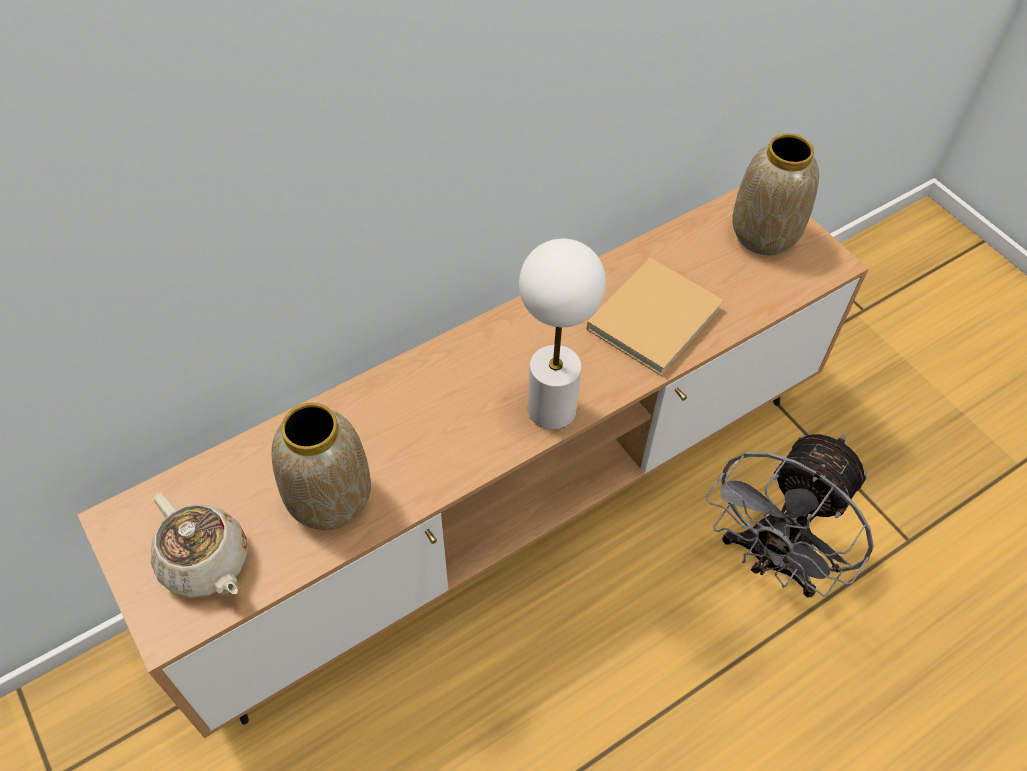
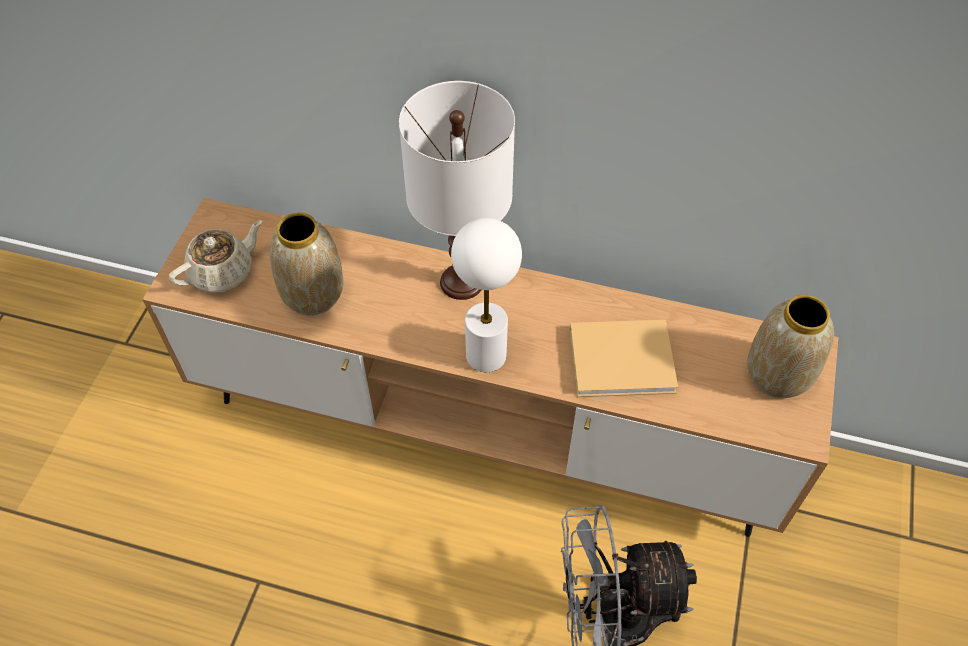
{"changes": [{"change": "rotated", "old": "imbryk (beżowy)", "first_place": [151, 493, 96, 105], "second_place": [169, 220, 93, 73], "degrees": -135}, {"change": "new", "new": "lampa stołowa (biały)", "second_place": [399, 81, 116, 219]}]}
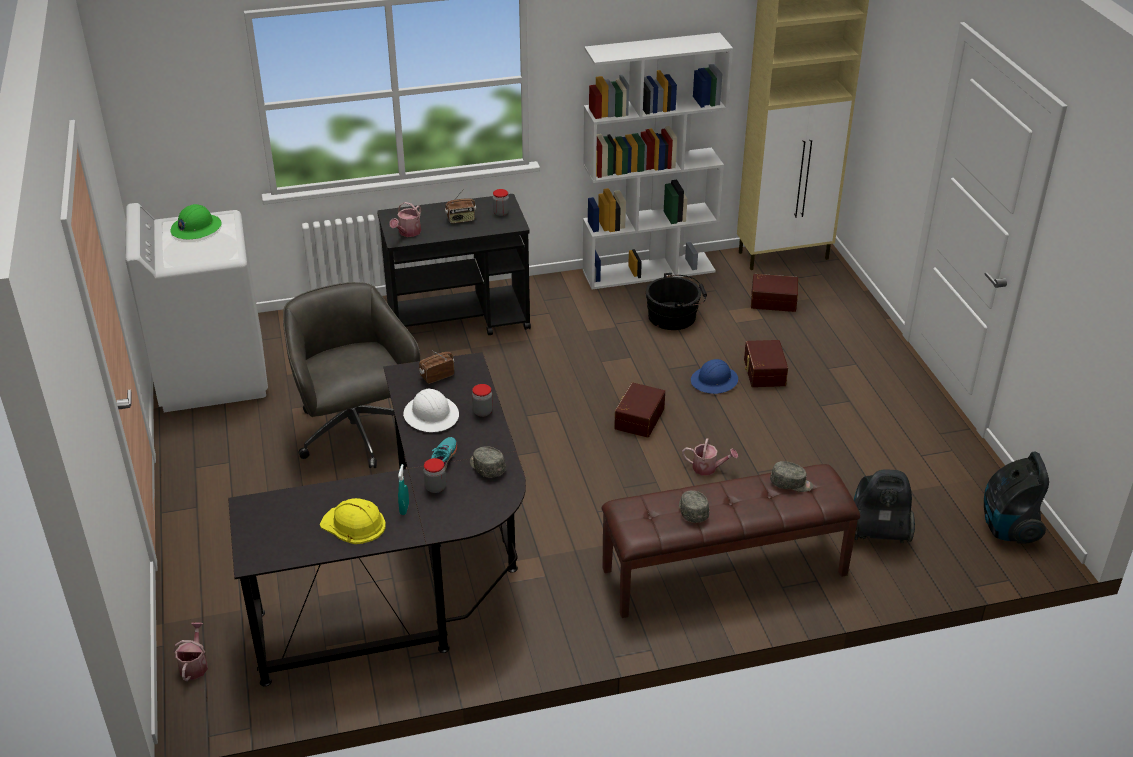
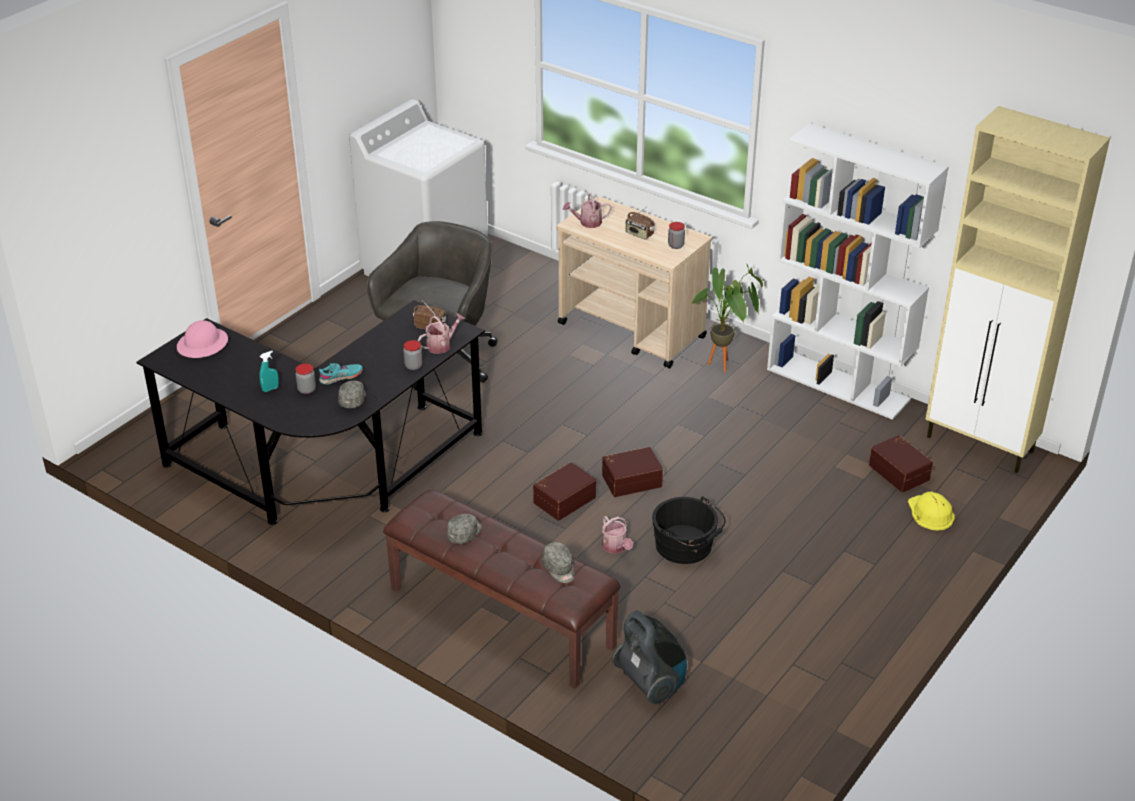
{"changes": [{"change": "gone", "old": "kask (zielony)", "first_place": [171, 204, 51, 36]}, {"change": "shifted", "old": "konewka", "first_place": [174, 623, 34, 58], "second_place": [418, 313, 47, 41]}, {"change": "shifted", "old": "kask (żółty)", "first_place": [320, 498, 66, 46], "second_place": [908, 492, 47, 39]}, {"change": "repainted", "old": "wózek (czarny)", "new": "wózek (beżowy)", "first_place": [377, 194, 154, 141], "second_place": [557, 196, 155, 173]}, {"change": "gone", "old": "kask (biały)", "first_place": [403, 389, 56, 43]}, {"change": "shifted", "old": "wiadro (czarny)", "first_place": [646, 273, 61, 57], "second_place": [652, 496, 73, 68]}, {"change": "gone", "old": "kask (niebieski)", "first_place": [691, 359, 47, 35]}, {"change": "shifted", "old": "pojemnik do przechowywania (brązowy)", "first_place": [744, 340, 44, 47], "second_place": [533, 462, 63, 59]}, {"change": "gone", "old": "odkurzacz", "first_place": [984, 452, 65, 92]}, {"change": "new", "new": "kask (różowy)", "second_place": [177, 320, 51, 38]}, {"change": "new", "new": "roślina doniczkowa", "second_place": [690, 263, 73, 109]}]}
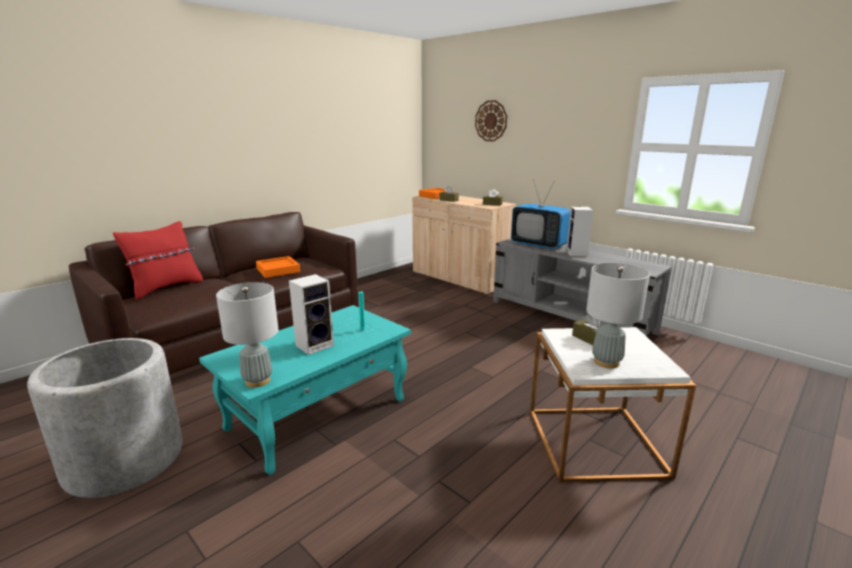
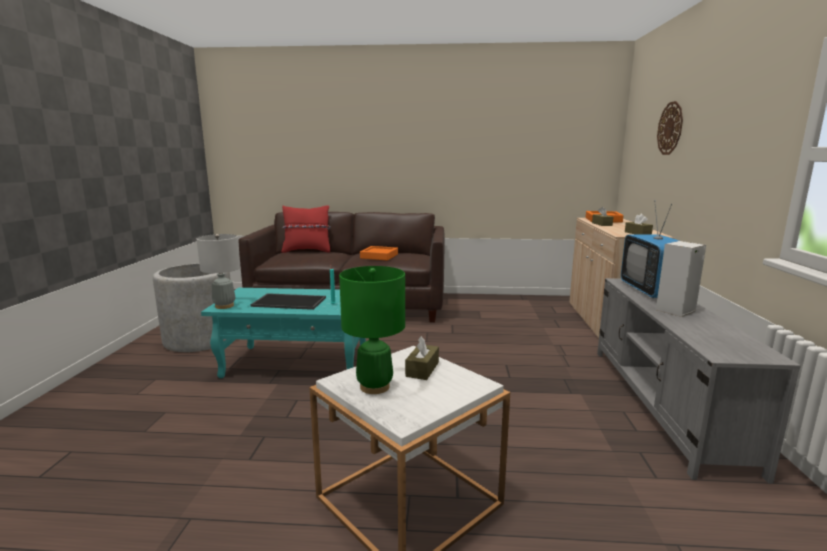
{"changes": [{"change": "swapped", "old": "głośnik", "new": "taca", "first_place": [289, 274, 45, 81], "second_place": [250, 293, 76, 17]}, {"change": "repainted", "old": "lampa stołowa (szary)", "new": "lampa stołowa (zielony)", "first_place": [586, 263, 64, 106], "second_place": [339, 266, 66, 128]}]}
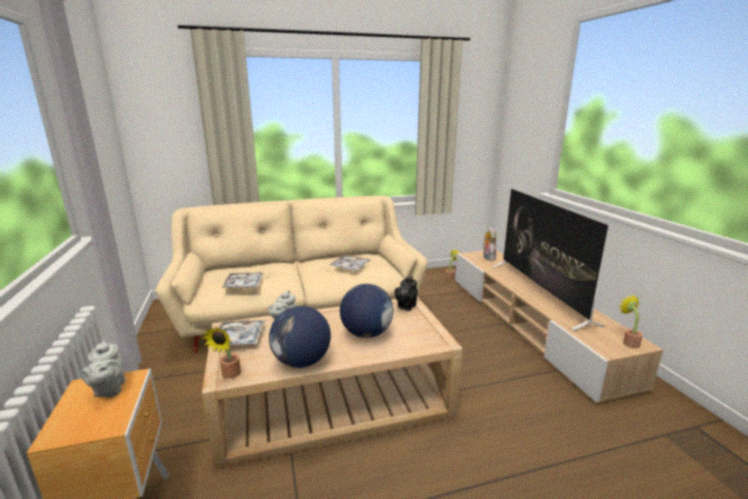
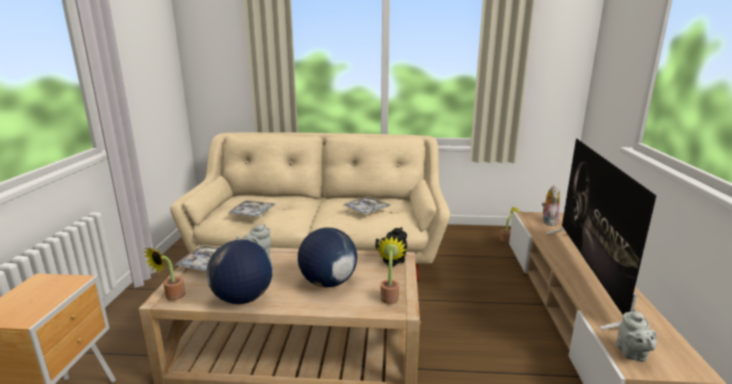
{"changes": [{"change": "shifted", "old": "imbryk (szary)", "first_place": [81, 340, 44, 57], "second_place": [616, 309, 41, 53]}, {"change": "shifted", "old": "roślina doniczkowa", "first_place": [618, 294, 25, 54], "second_place": [376, 236, 30, 68]}]}
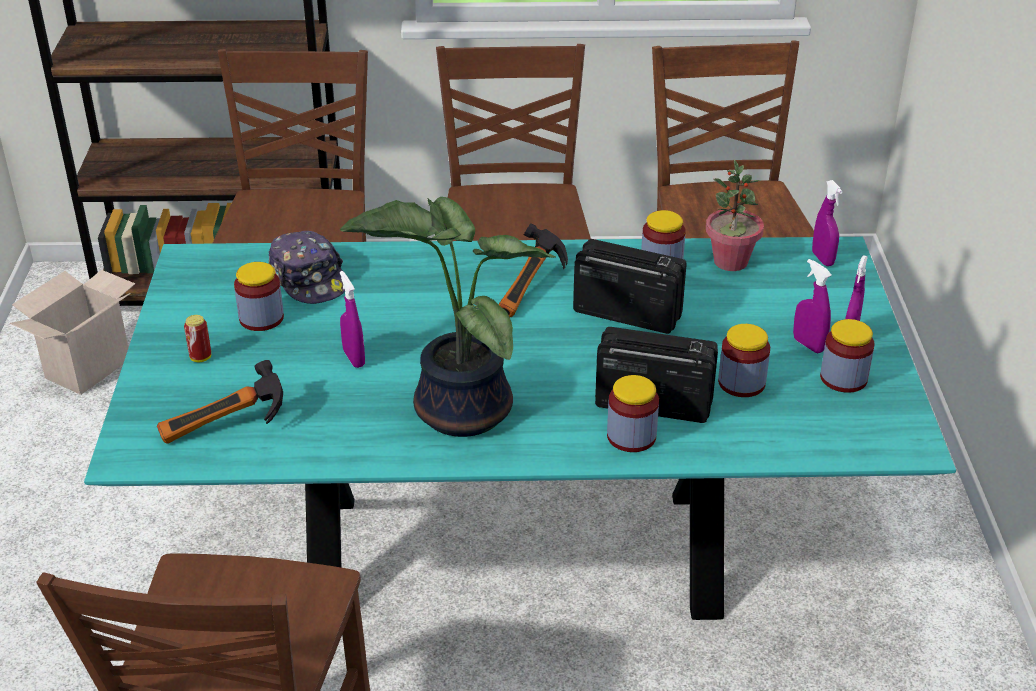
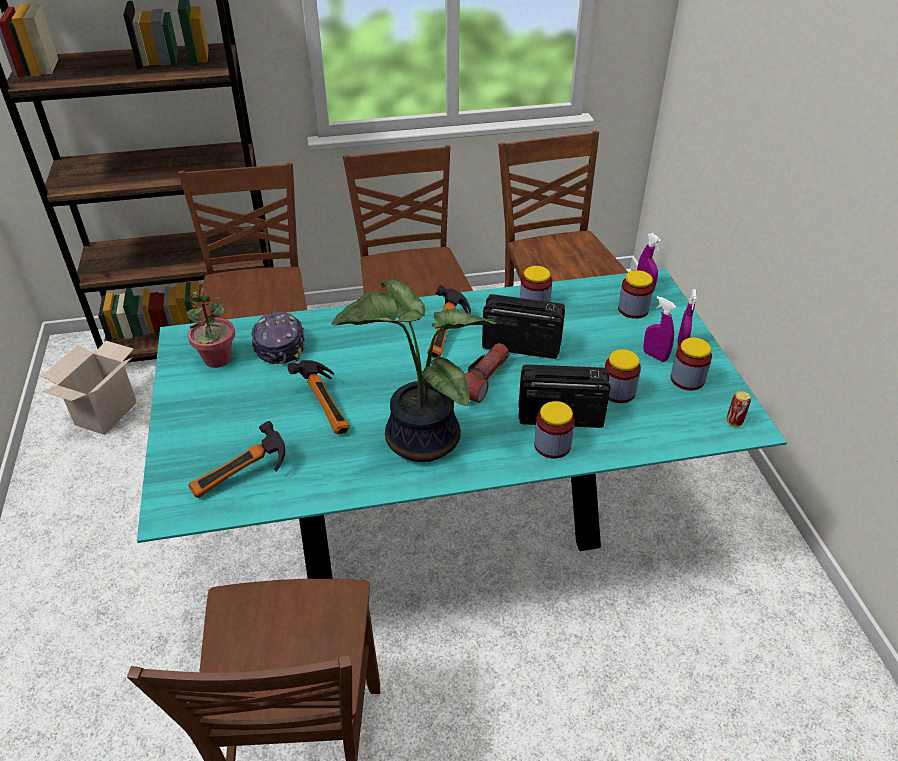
{"changes": [{"change": "shifted", "old": "puszka", "first_place": [184, 315, 27, 47], "second_place": [726, 391, 25, 36]}, {"change": "shifted", "old": "słoik", "first_place": [234, 262, 50, 69], "second_place": [618, 270, 36, 49]}, {"change": "rotated", "old": "czapka z daszkiem", "first_place": [269, 231, 76, 73], "second_place": [251, 311, 54, 53], "degrees": -150}, {"change": "swapped", "old": "spryskiwacz (fioletowy)", "new": "młotek", "first_place": [340, 271, 25, 97], "second_place": [288, 360, 62, 74]}, {"change": "shifted", "old": "roślina doniczkowa", "first_place": [706, 160, 58, 111], "second_place": [187, 283, 48, 85]}, {"change": "new", "new": "latarka", "second_place": [463, 343, 46, 60]}]}
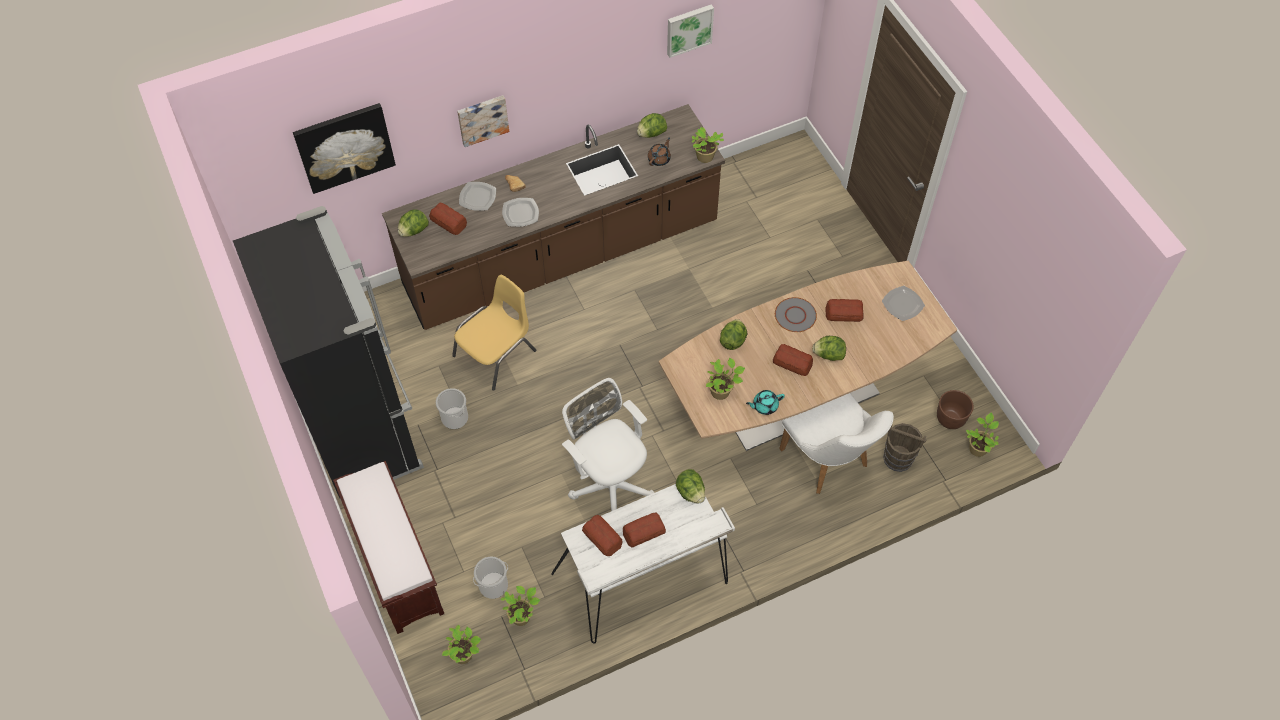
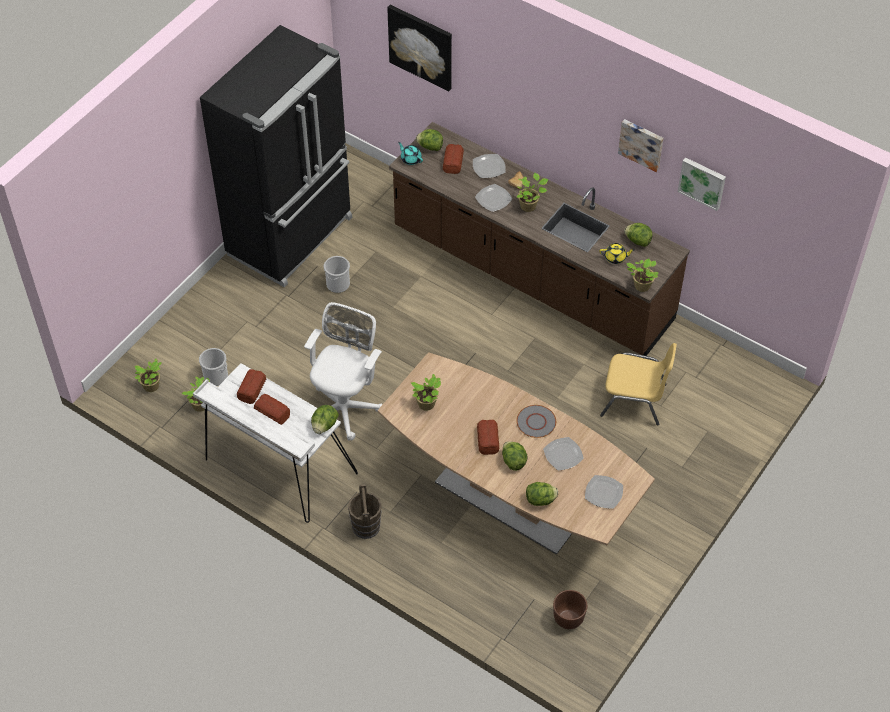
{"changes": [{"change": "gone", "old": "ławka (brązowy)", "first_place": [333, 461, 112, 173]}, {"change": "shifted", "old": "krzesło (żółty)", "first_place": [452, 275, 84, 116], "second_place": [600, 343, 77, 82]}, {"change": "shifted", "old": "obraz", "first_place": [457, 95, 52, 52], "second_place": [618, 119, 46, 53]}, {"change": "repainted", "old": "imbryk (brązowy)", "new": "imbryk (żółty)", "first_place": [648, 137, 23, 29], "second_place": [599, 243, 36, 21]}, {"change": "shifted", "old": "sałata", "first_place": [720, 319, 27, 31], "second_place": [526, 482, 32, 24]}, {"change": "shifted", "old": "imbryk (turkusowy)", "first_place": [746, 390, 39, 25], "second_place": [398, 142, 25, 23]}, {"change": "gone", "old": "krzesło (biały)", "first_place": [779, 393, 115, 101]}, {"change": "swapped", "old": "chleb", "new": "talerz", "first_place": [825, 299, 38, 23], "second_place": [543, 437, 41, 34]}, {"change": "shifted", "old": "wiadro (brązowy)", "first_place": [883, 423, 43, 49], "second_place": [348, 484, 34, 55]}, {"change": "shifted", "old": "roślina doniczkowa", "first_place": [966, 413, 33, 44], "second_place": [517, 173, 31, 39]}]}
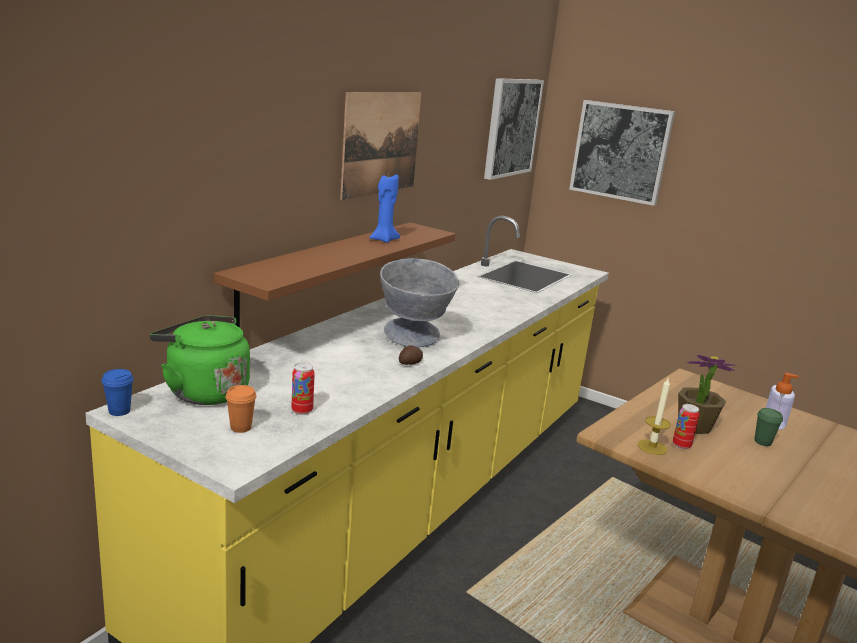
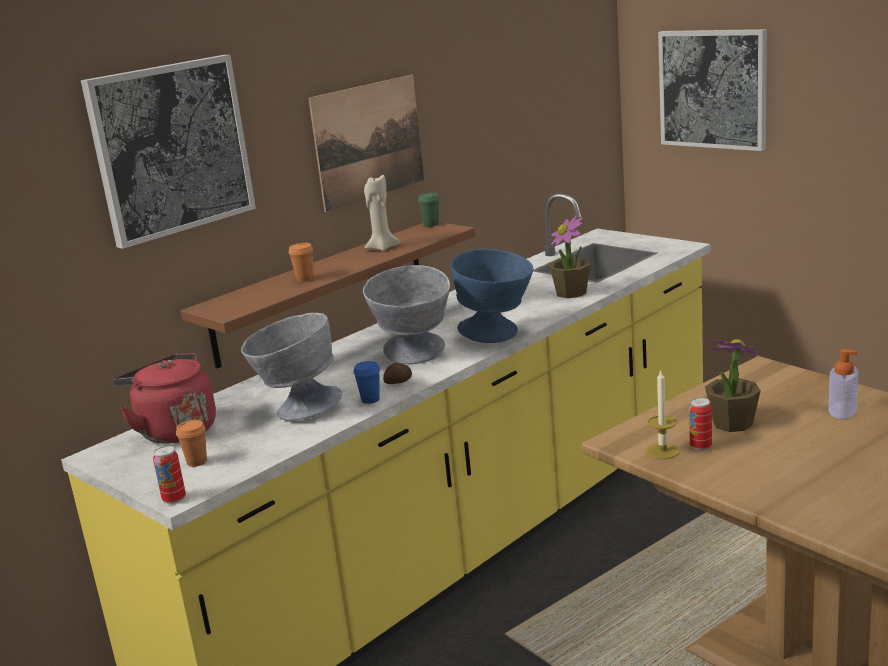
{"changes": [{"change": "shifted", "old": "filiżanka (niebieski)", "first_place": [102, 369, 32, 47], "second_place": [353, 361, 27, 43]}, {"change": "repainted", "old": "czajnik (zielony)", "new": "czajnik (czerwony)", "first_place": [150, 315, 100, 90], "second_place": [113, 353, 103, 91]}, {"change": "shifted", "old": "puszka", "first_place": [291, 363, 24, 52], "second_place": [153, 446, 33, 58]}, {"change": "repainted", "old": "świeca (niebieski)", "new": "świeca (beżowy)", "first_place": [369, 174, 31, 69], "second_place": [364, 175, 36, 76]}, {"change": "shifted", "old": "obraz", "first_place": [484, 78, 60, 102], "second_place": [81, 55, 175, 194]}, {"change": "shifted", "old": "filiżanka (zielony)", "first_place": [754, 408, 29, 38], "second_place": [418, 193, 22, 34]}, {"change": "new", "new": "miska (szary)", "second_place": [241, 313, 101, 108]}, {"change": "new", "new": "filiżanka (pomarańczowy)", "second_place": [288, 243, 26, 39]}, {"change": "new", "new": "miska (niebieski)", "second_place": [451, 249, 82, 94]}, {"change": "new", "new": "roślina doniczkowa", "second_place": [549, 216, 41, 82]}]}
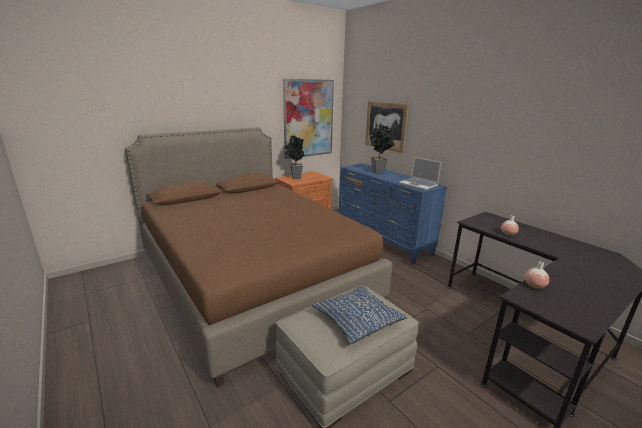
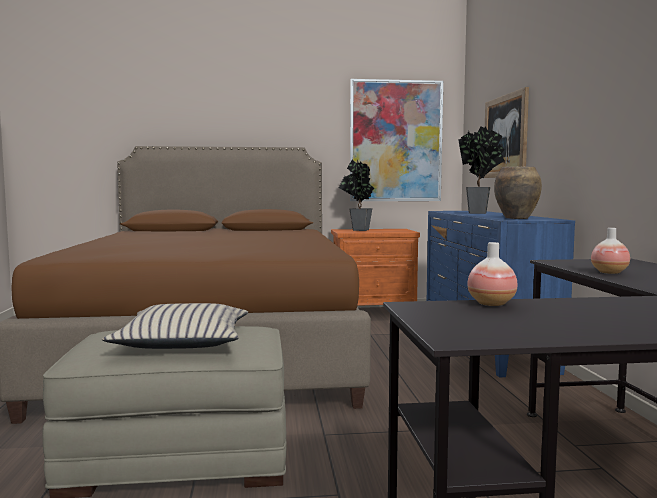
{"changes": [{"change": "repainted", "old": "poduszka (niebieski)", "new": "poduszka (beżowy)", "first_place": [312, 285, 96, 59], "second_place": [102, 303, 146, 46]}, {"change": "swapped", "old": "laptop", "new": "wazon (brązowy)", "first_place": [399, 157, 42, 34], "second_place": [494, 167, 48, 52]}]}
